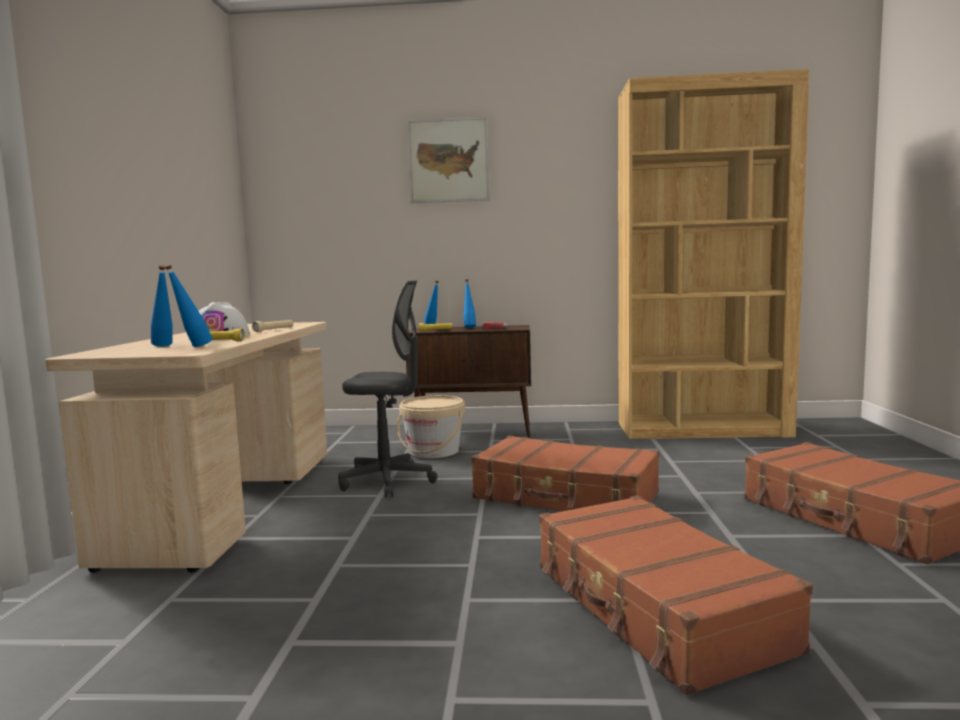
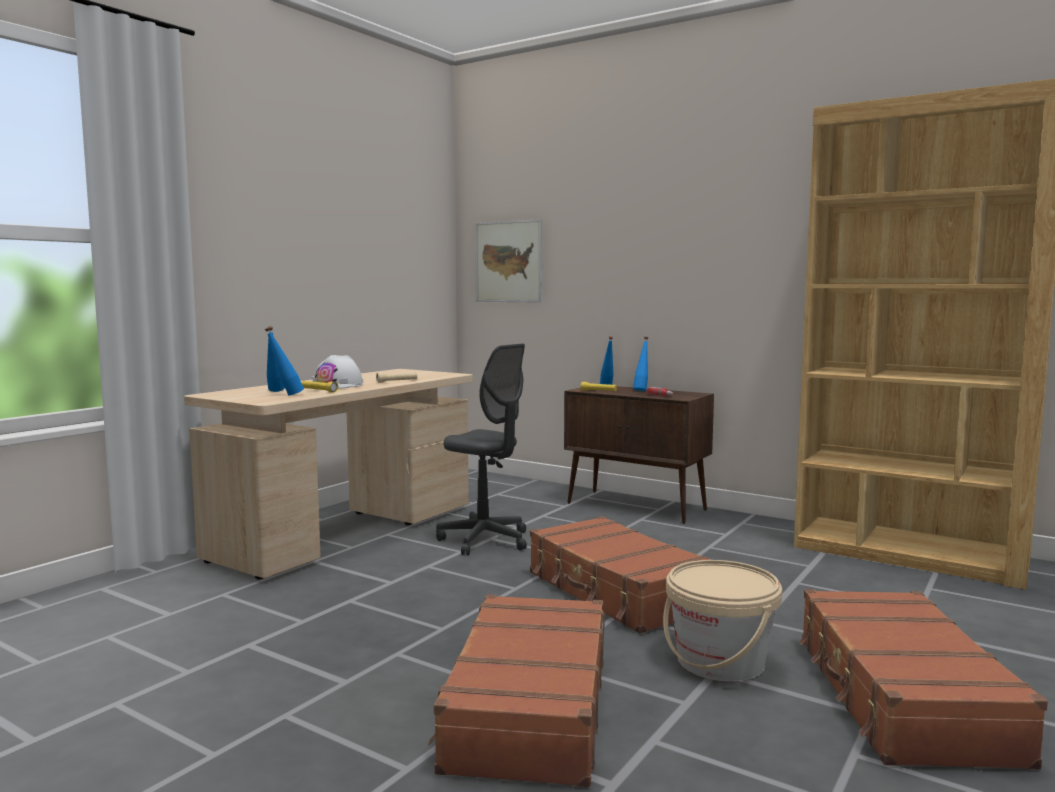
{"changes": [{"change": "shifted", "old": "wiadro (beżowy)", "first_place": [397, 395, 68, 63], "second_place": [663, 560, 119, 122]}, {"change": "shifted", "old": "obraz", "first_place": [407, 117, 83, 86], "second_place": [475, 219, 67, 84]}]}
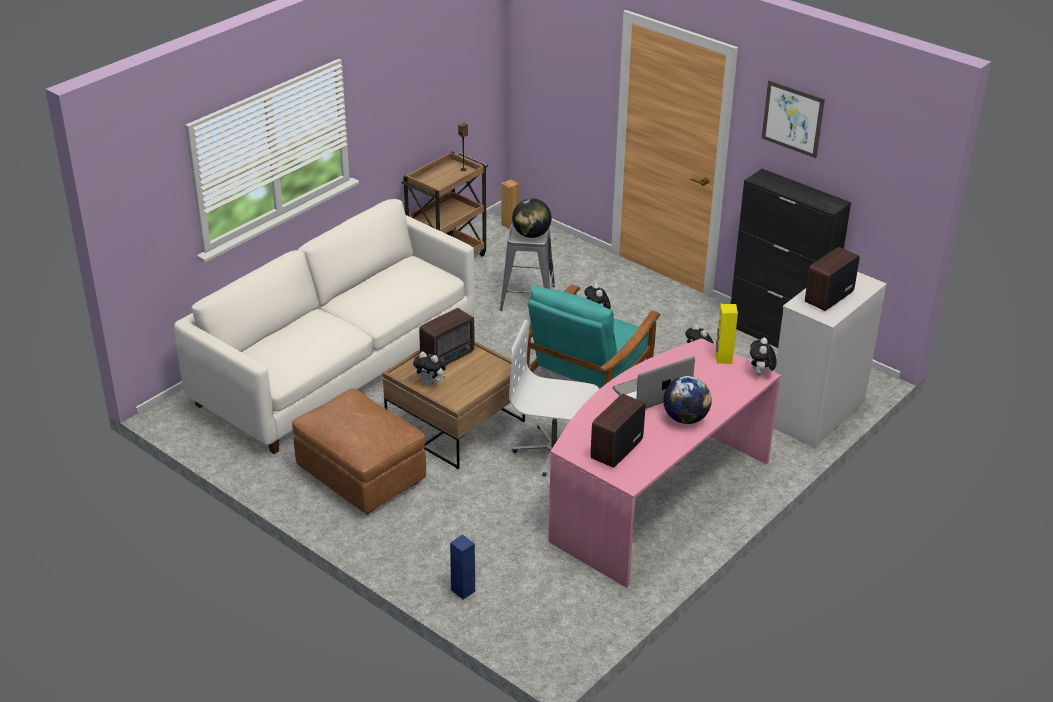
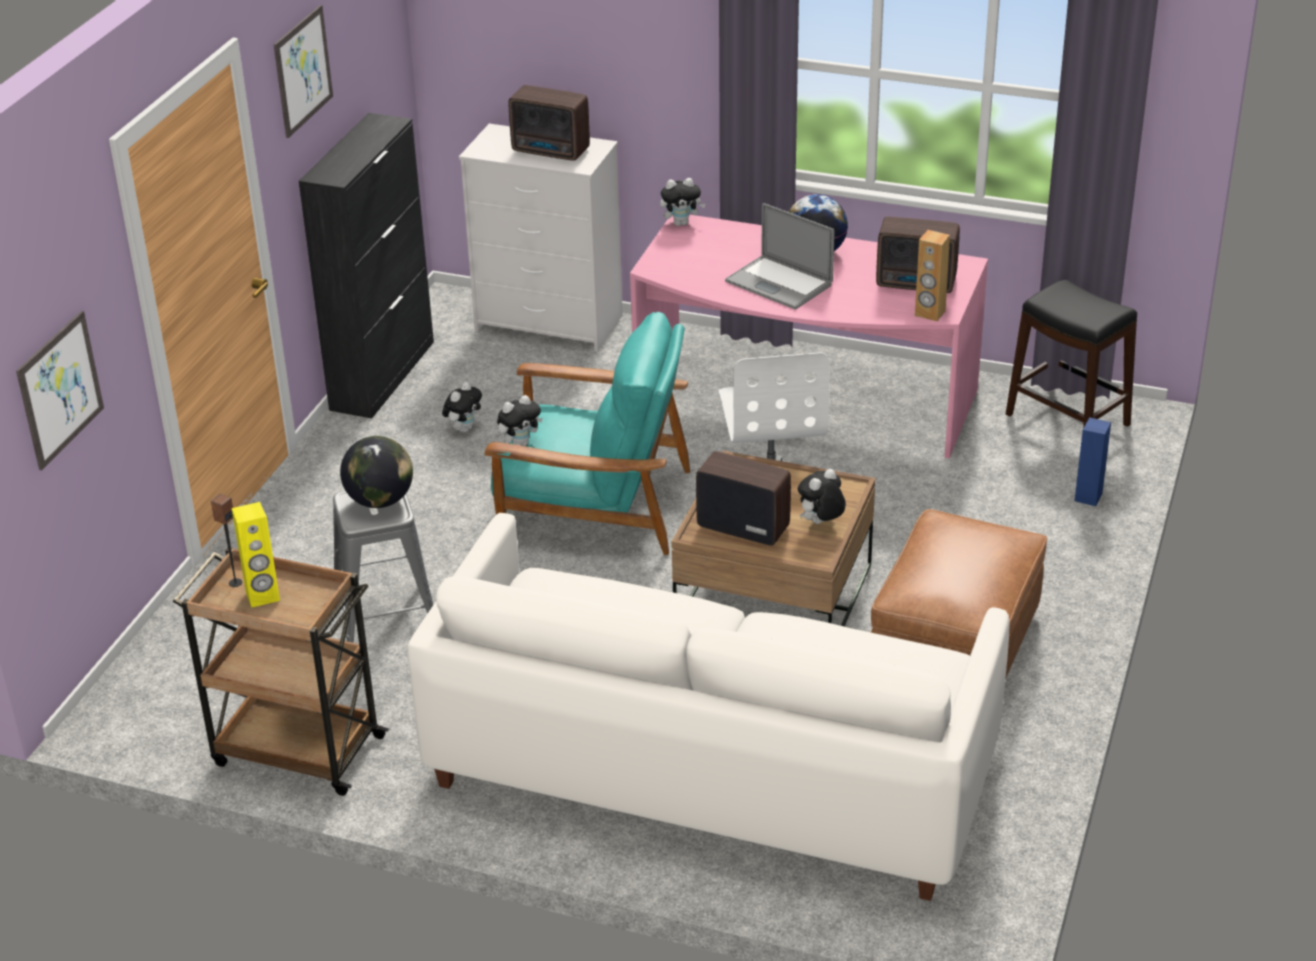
{"changes": [{"change": "rotated", "old": "pluszak", "first_place": [413, 352, 33, 34], "second_place": [798, 469, 48, 55], "degrees": -135}, {"change": "shifted", "old": "głośnik (brązowy)", "first_place": [501, 179, 18, 50], "second_place": [915, 230, 35, 91]}, {"change": "shifted", "old": "głośnik (żółty)", "first_place": [715, 304, 23, 60], "second_place": [232, 502, 48, 106]}, {"change": "new", "new": "obraz", "second_place": [16, 311, 88, 159]}, {"change": "new", "new": "stołek (czarny)", "second_place": [1006, 280, 131, 148]}]}
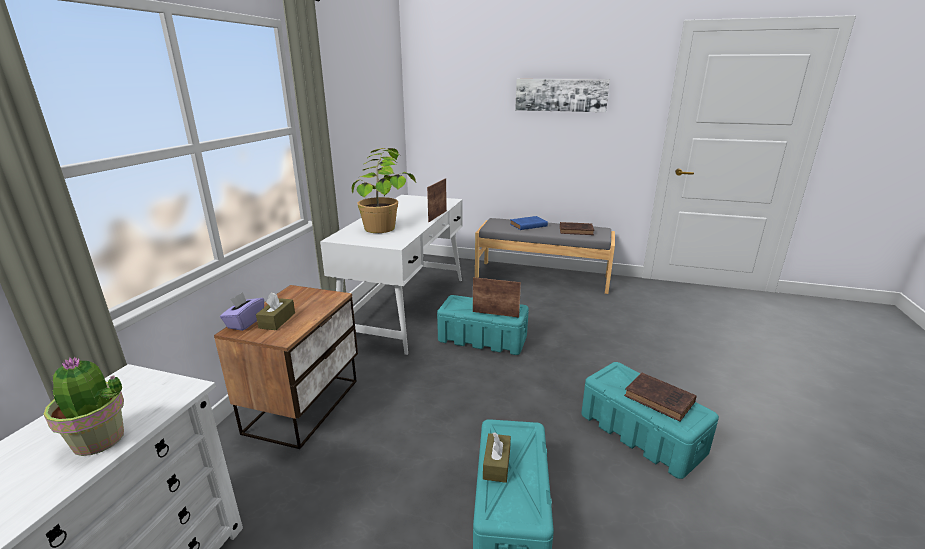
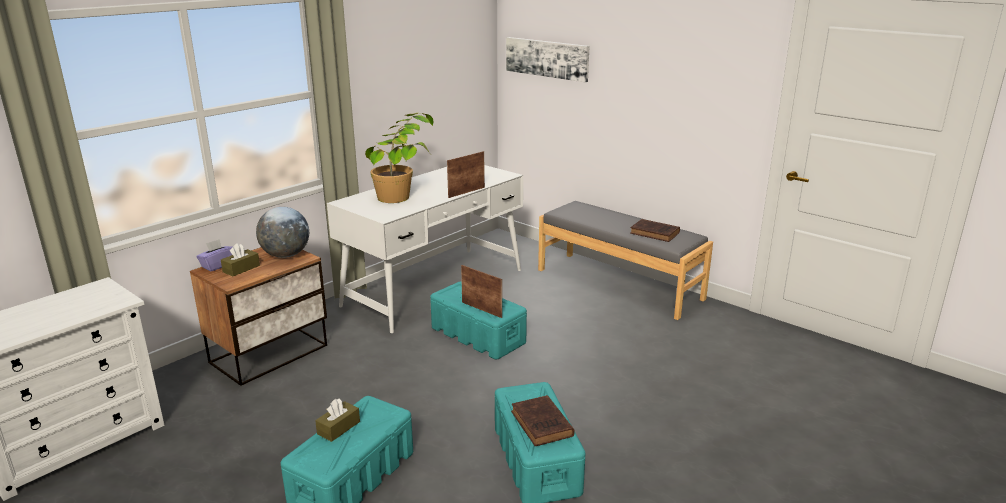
{"changes": [{"change": "gone", "old": "roślina doniczkowa", "first_place": [44, 357, 80, 99]}, {"change": "gone", "old": "książka (niebieski)", "first_place": [510, 216, 38, 14]}, {"change": "shifted", "old": "obraz", "first_place": [515, 79, 95, 33], "second_place": [506, 37, 84, 45]}, {"change": "new", "new": "globus", "second_place": [256, 207, 53, 51]}]}
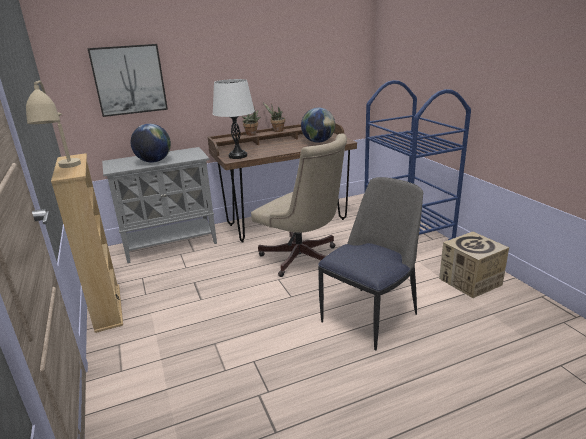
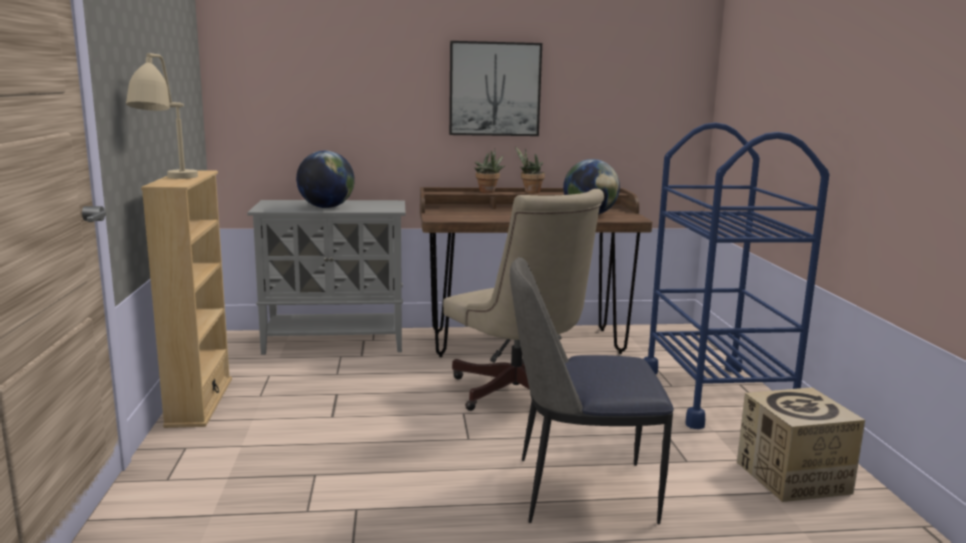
{"changes": [{"change": "shifted", "old": "obraz", "first_place": [87, 44, 81, 73], "second_place": [449, 41, 93, 95]}, {"change": "gone", "old": "lampa stołowa (biały)", "first_place": [213, 79, 42, 80]}, {"change": "rotated", "old": "krzesło", "first_place": [318, 177, 105, 174], "second_place": [510, 257, 164, 267], "degrees": -150}]}
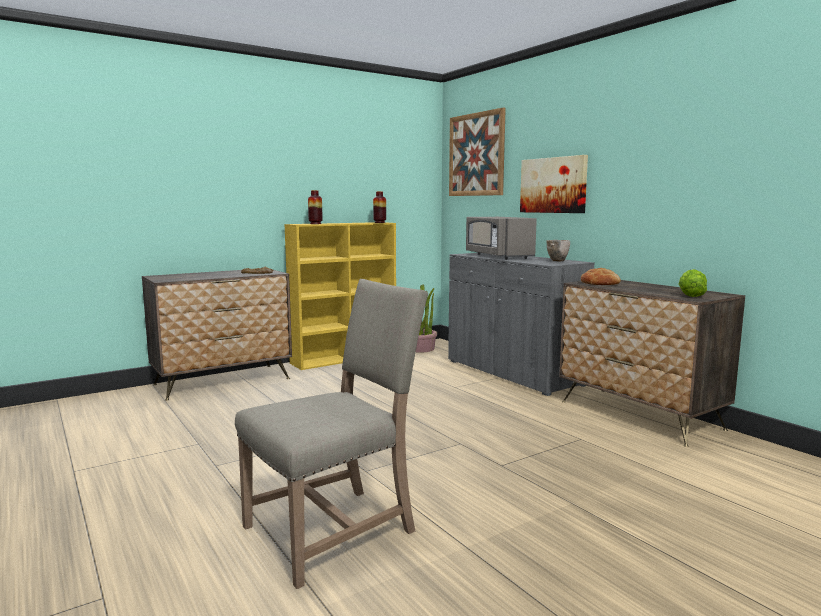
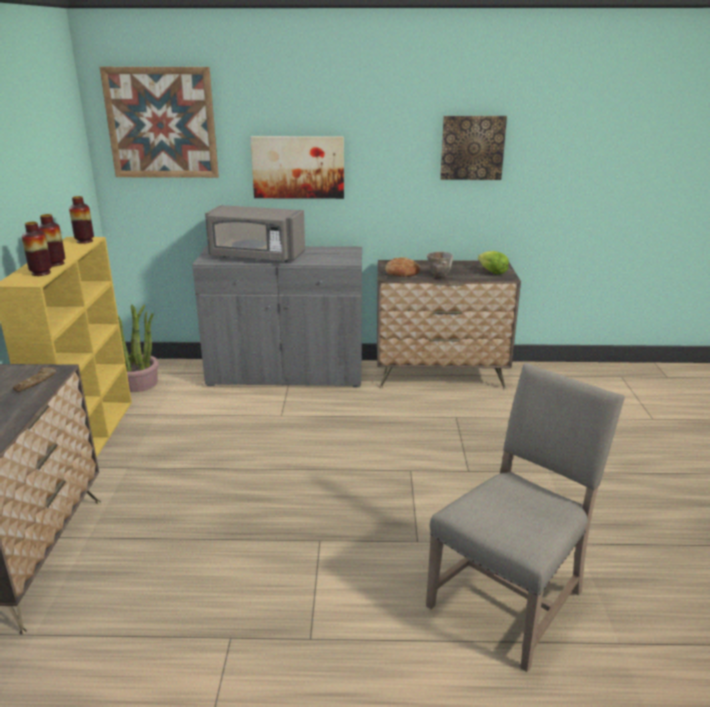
{"changes": [{"change": "rotated", "old": "krzesło (beżowy)", "first_place": [235, 279, 193, 310], "second_place": [426, 363, 199, 309], "degrees": 45}, {"change": "shifted", "old": "miska", "first_place": [546, 240, 24, 21], "second_place": [427, 251, 26, 27]}, {"change": "new", "new": "wazon", "second_place": [38, 214, 27, 53]}, {"change": "new", "new": "obraz", "second_place": [440, 116, 67, 64]}]}
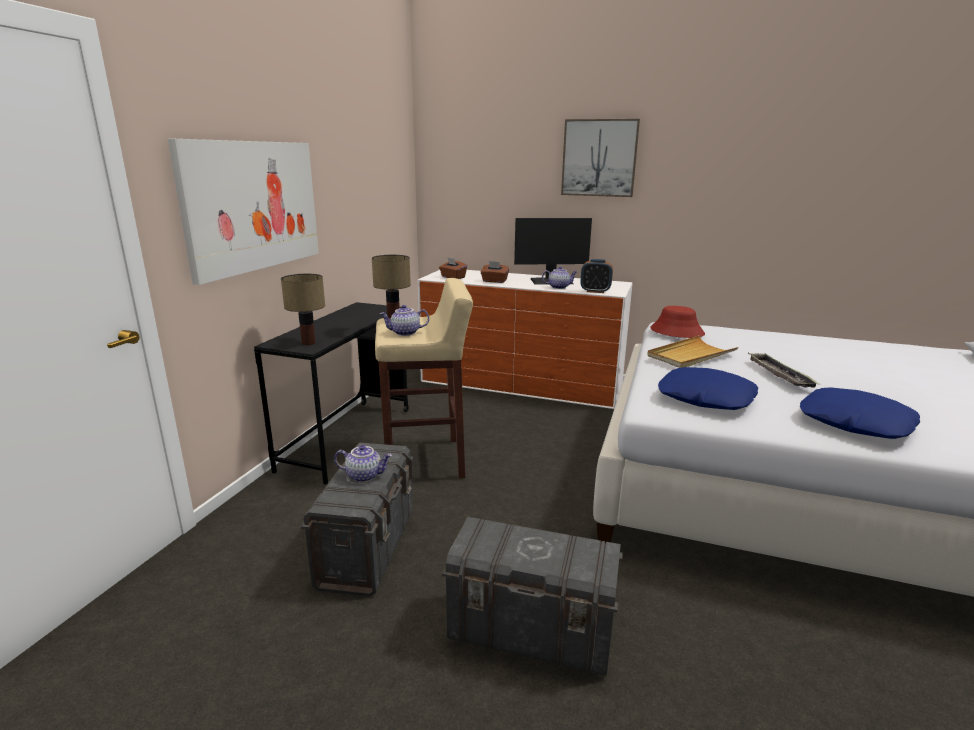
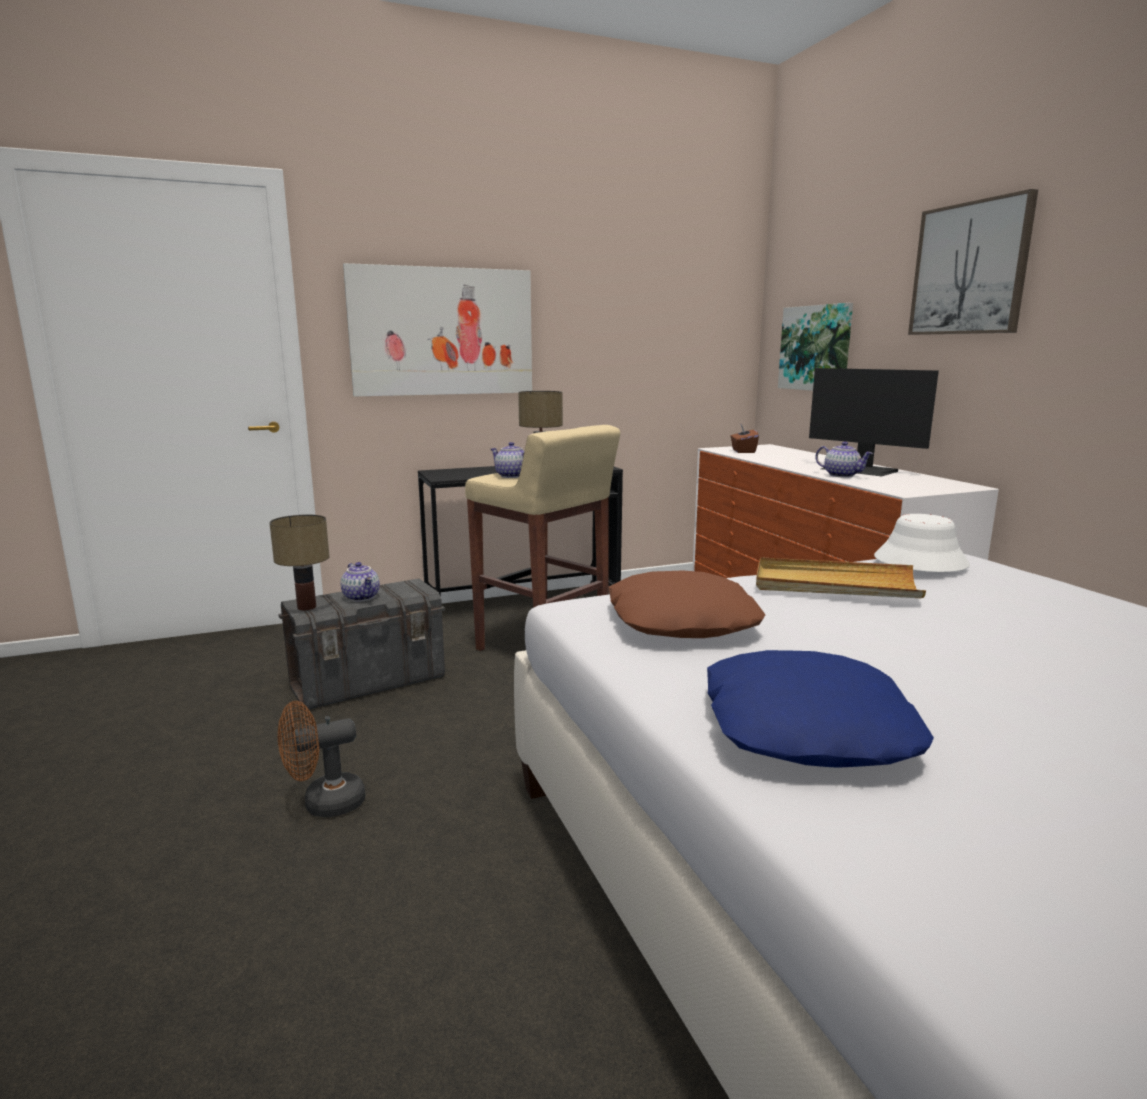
{"changes": [{"change": "shifted", "old": "lampa stołowa", "first_place": [281, 274, 44, 71], "second_place": [269, 515, 61, 95]}, {"change": "swapped", "old": "pojemnik do przechowywania (szary)", "new": "wentylator (brązowy)", "first_place": [442, 517, 181, 159], "second_place": [278, 701, 87, 116]}, {"change": "gone", "old": "pudełko chusteczek (brązowy)", "first_place": [480, 261, 29, 22]}, {"change": "gone", "old": "budzik", "first_place": [580, 259, 33, 34]}, {"change": "repainted", "old": "kapelusz (czerwony)", "new": "kapelusz (biały)", "first_place": [650, 306, 55, 32], "second_place": [874, 514, 96, 58]}, {"change": "repainted", "old": "poduszka (niebieski)", "new": "poduszka (brązowy)", "first_place": [658, 367, 100, 43], "second_place": [608, 571, 157, 67]}, {"change": "gone", "old": "taca", "first_place": [748, 353, 71, 35]}, {"change": "new", "new": "obraz", "second_place": [778, 303, 75, 88]}]}
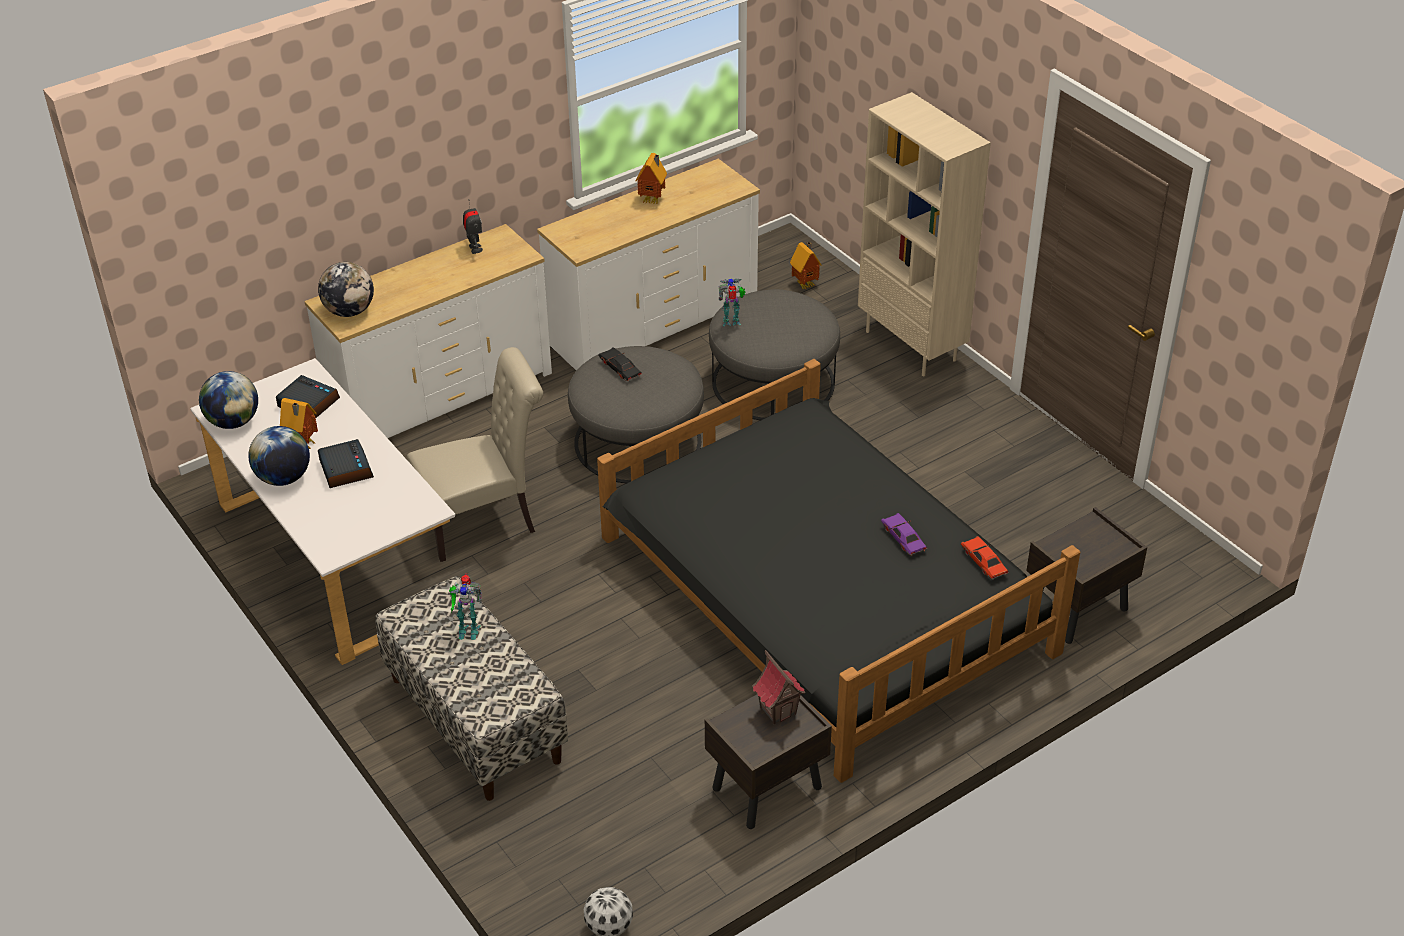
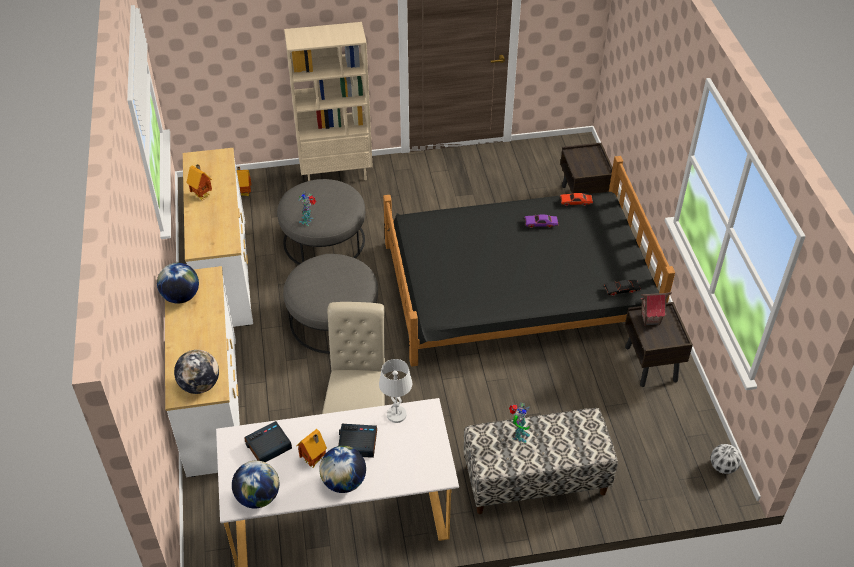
{"changes": [{"change": "swapped", "old": "robot zabawkowy", "new": "globus", "first_place": [463, 203, 20, 51], "second_place": [157, 263, 42, 41]}, {"change": "shifted", "old": "samochodzik (czarny)", "first_place": [598, 347, 44, 35], "second_place": [604, 280, 37, 16]}, {"change": "new", "new": "lampa stołowa (biały)", "second_place": [379, 359, 33, 64]}]}
